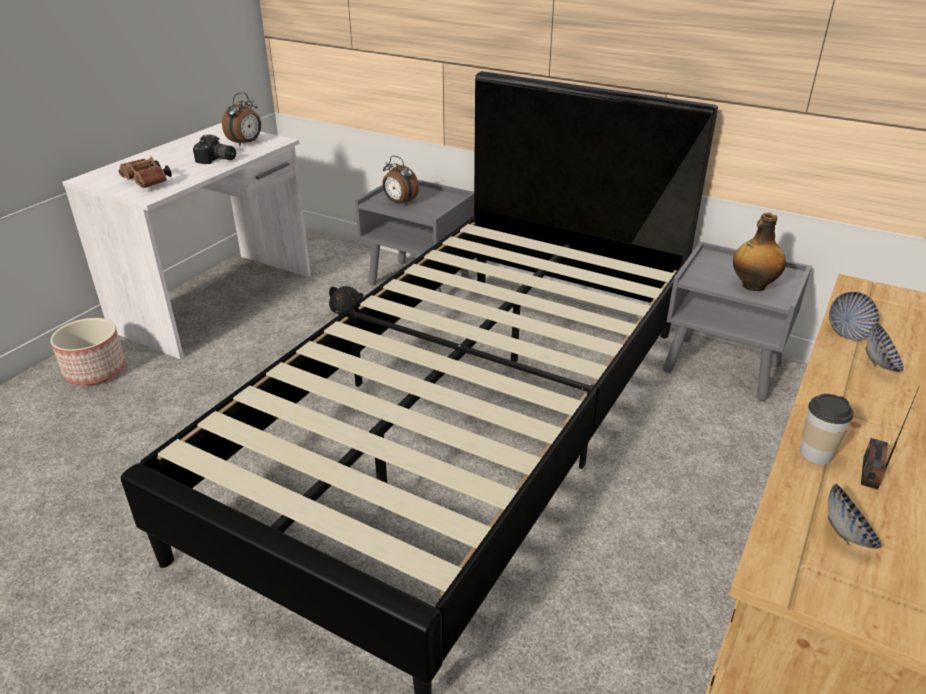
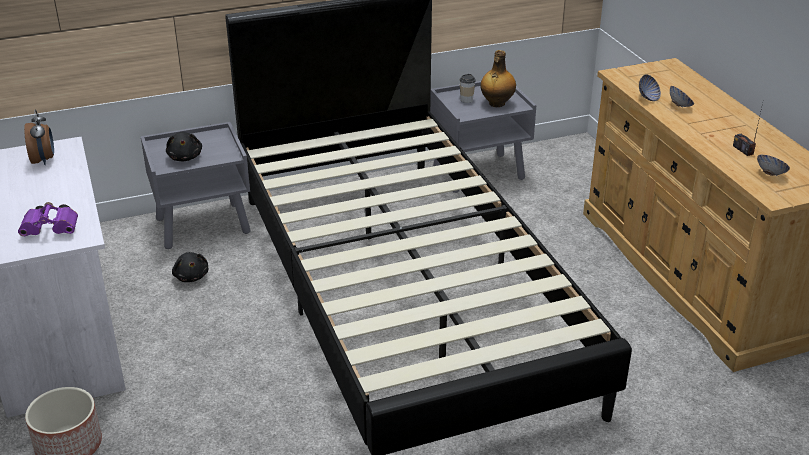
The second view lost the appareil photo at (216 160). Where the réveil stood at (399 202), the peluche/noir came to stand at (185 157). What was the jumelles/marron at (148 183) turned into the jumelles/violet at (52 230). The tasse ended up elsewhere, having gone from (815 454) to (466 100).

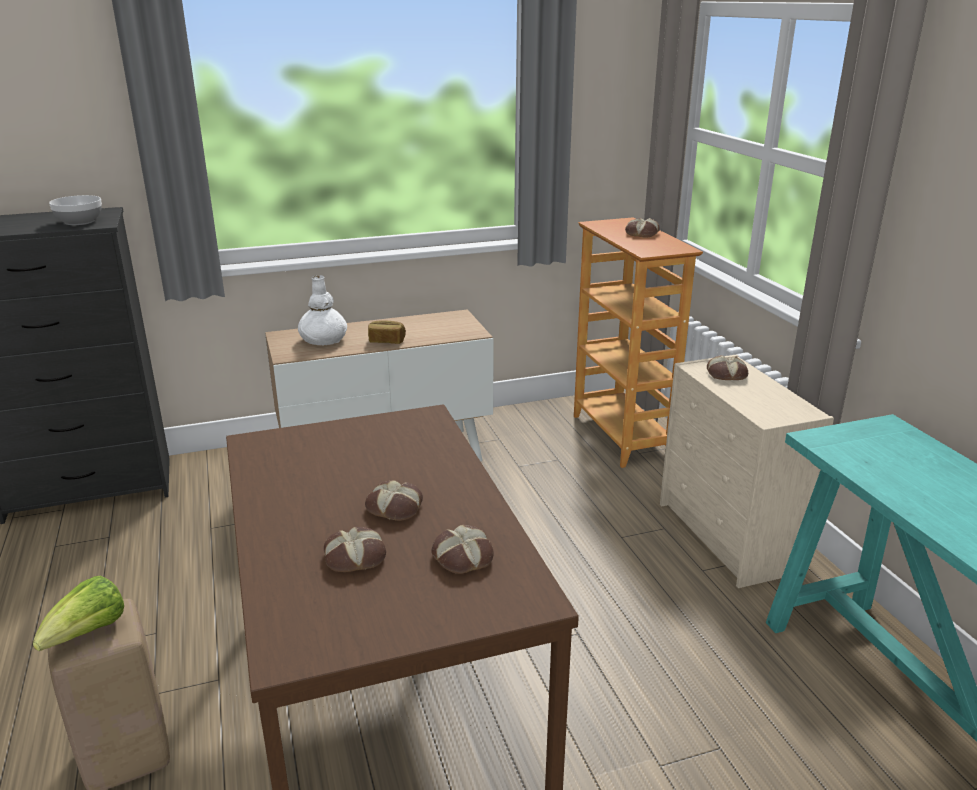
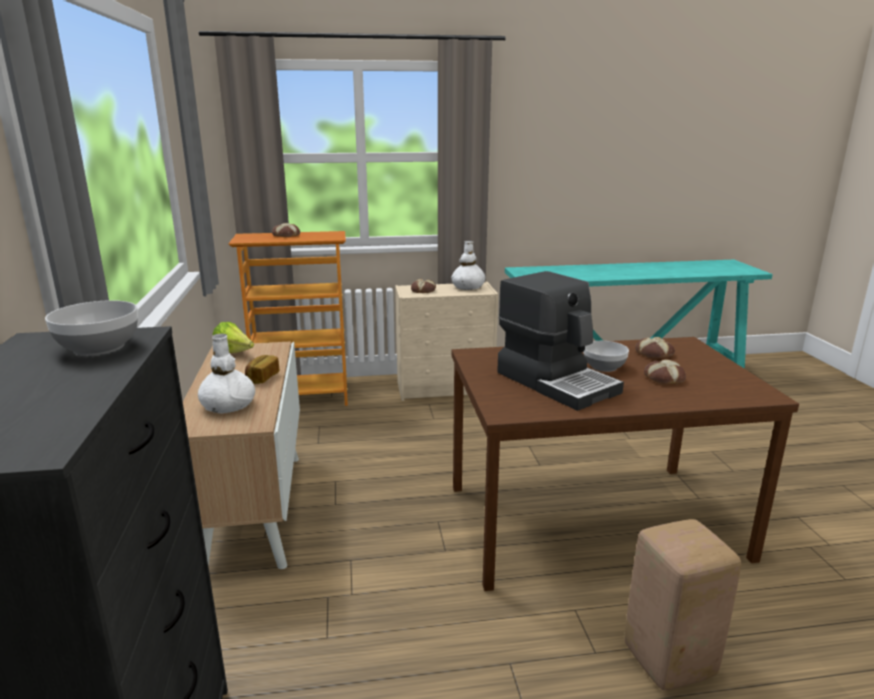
Where the pain stood at (395 507), the bol came to stand at (603 367). The laitue ended up elsewhere, having gone from (87 634) to (234 353). The second view gained the vase/blanc at (468 287). The second view gained the machine à café at (557 382).

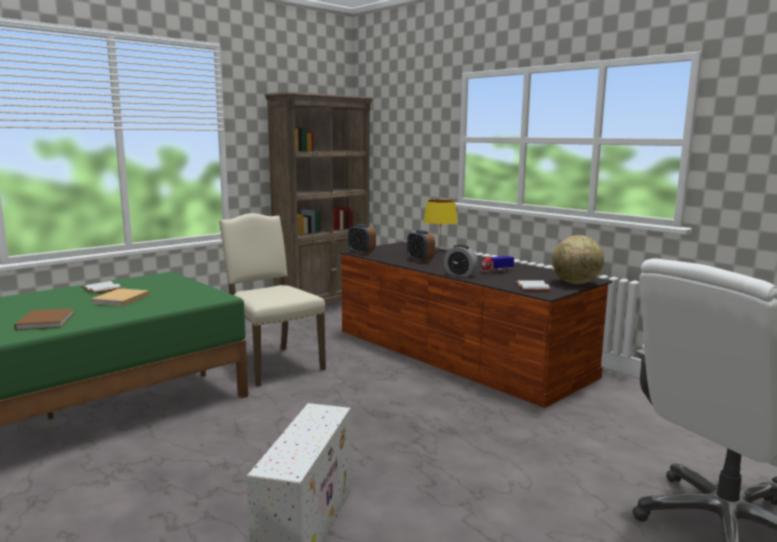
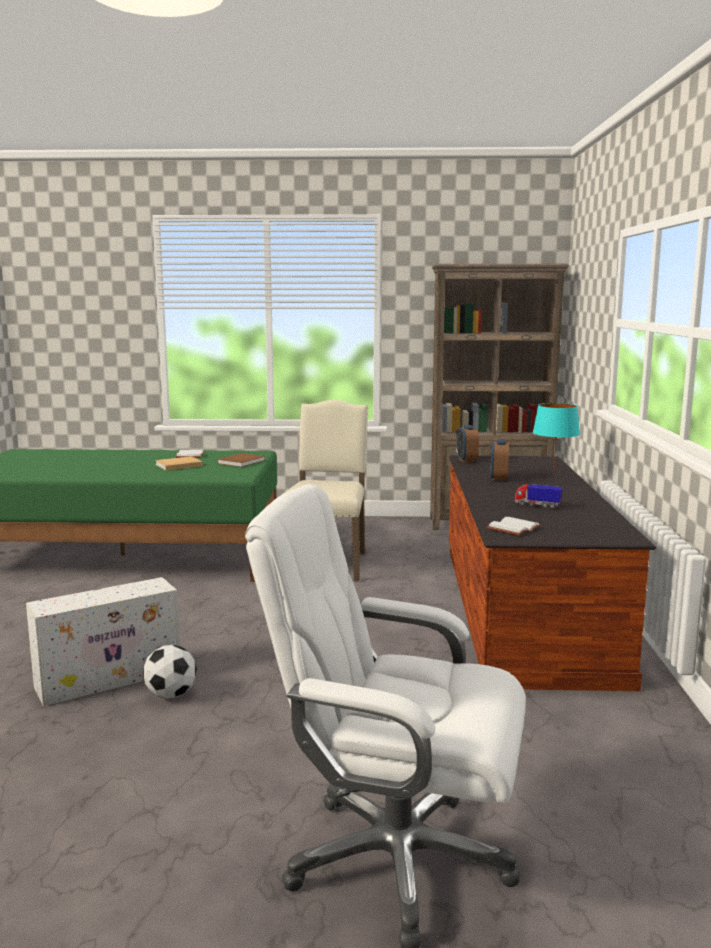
What was the lampe de table/jaune at (439 252) turned into the lampe de table/turquoise at (554 474). The second view lost the globe at (576 283). The second view lost the réveil at (460 274). The livre/marron ended up elsewhere, having gone from (46 321) to (242 461). The second view gained the ballon de foot at (171 695).

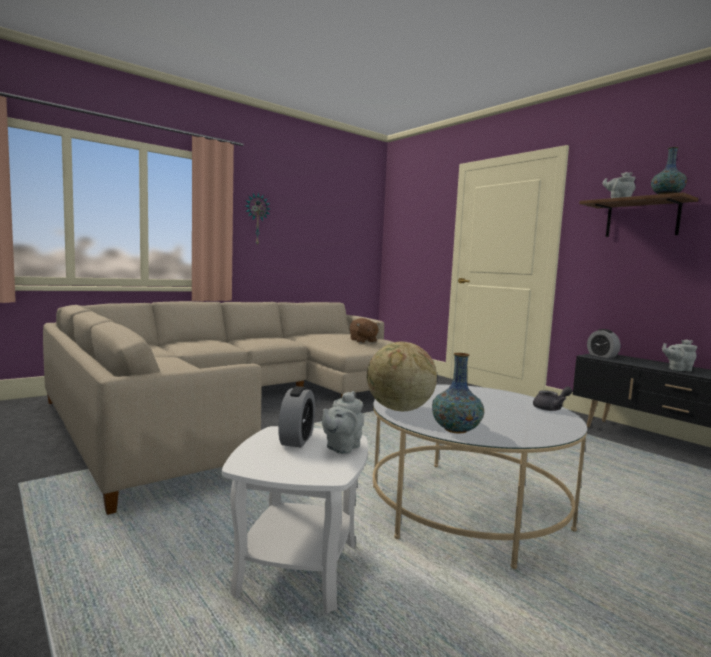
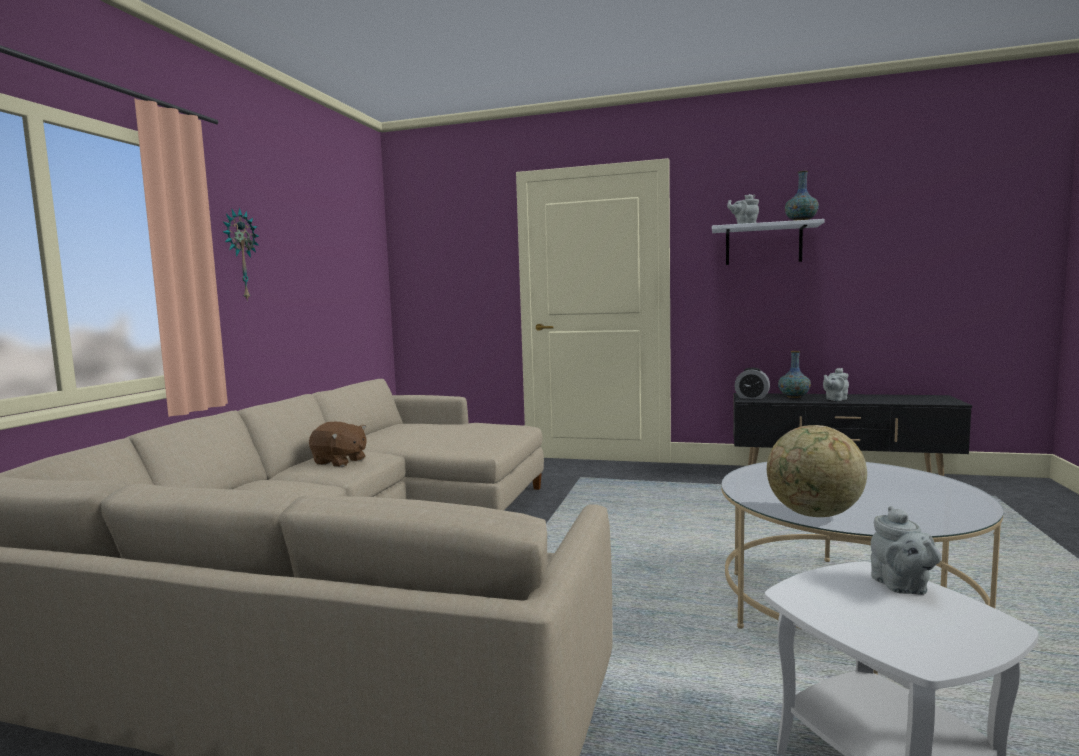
What was the étagère/marron at (642 219) turned into the étagère/blanc at (763 245). The peluche/marron ended up elsewhere, having gone from (363 341) to (339 462). The vase ended up elsewhere, having gone from (456 430) to (793 396). The second view lost the réveil at (297 440). The second view lost the théière/gris at (551 408).

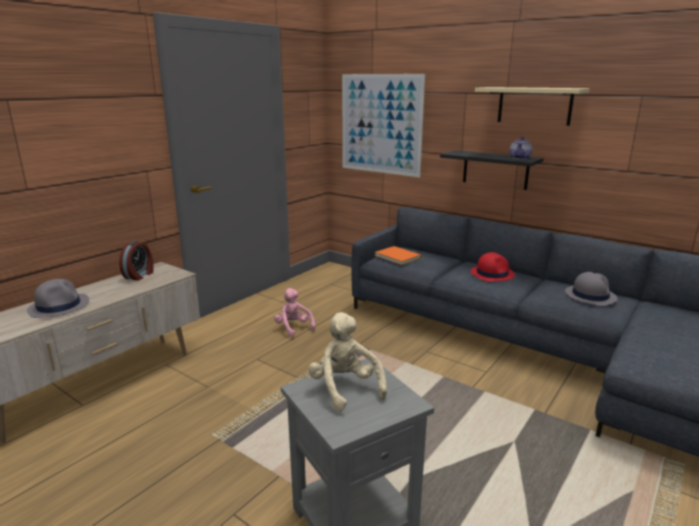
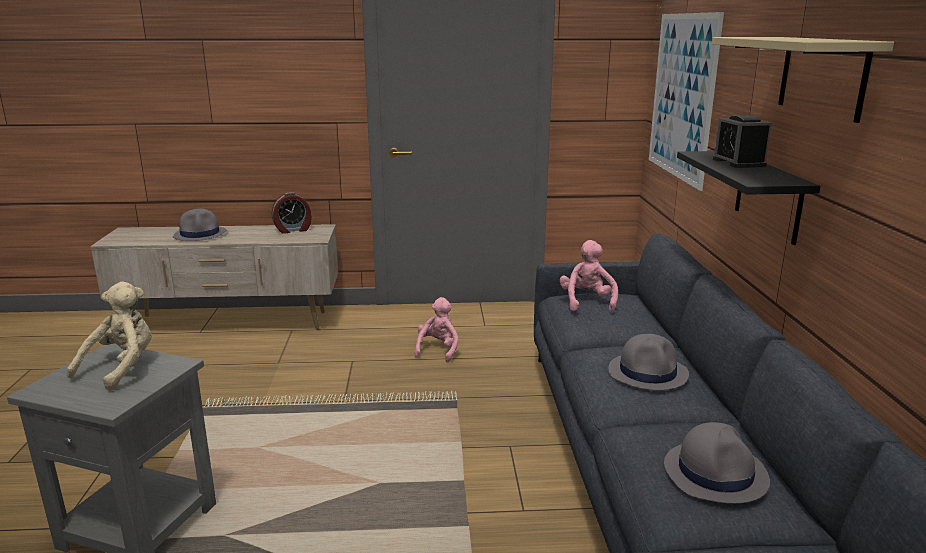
The second view lost the théière at (520 158). Where the livre/orange stood at (397 256), the peluche/rose came to stand at (587 302). What was the chapeau/rouge at (492 274) turned into the chapeau/gris at (648 372). The second view gained the réveil at (738 162).

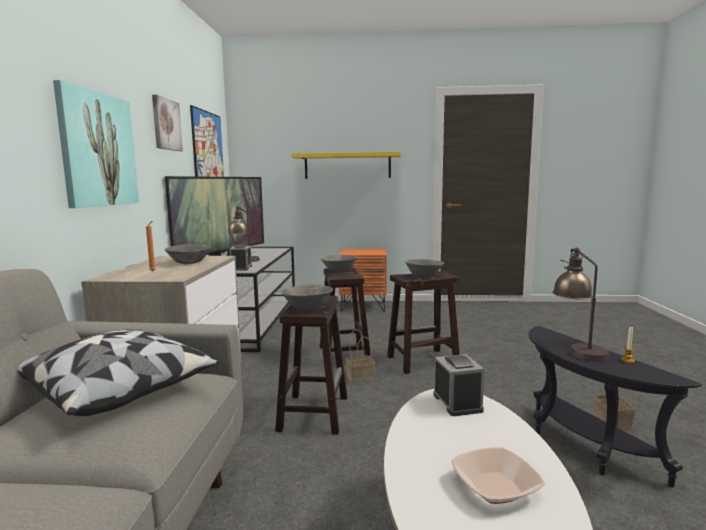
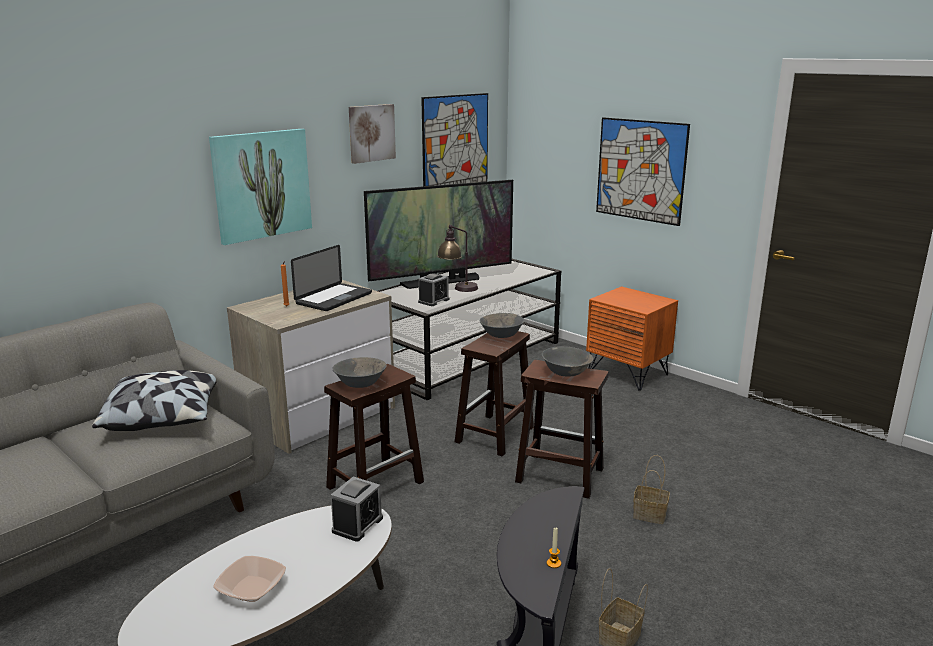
Where the étagère/jaune hung at (347 166), the tableau came to hang at (640 170). Where the bol/gris stood at (188 262), the ordinateur portable came to stand at (334 298). The second view lost the lampe de table at (577 349). The panier ended up elsewhere, having gone from (361 377) to (651 514).

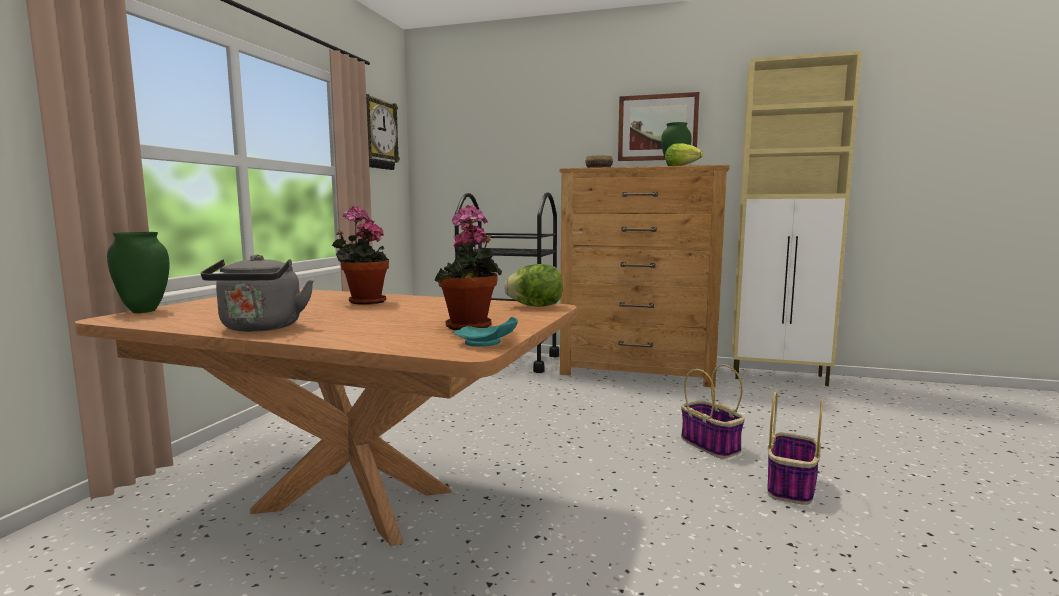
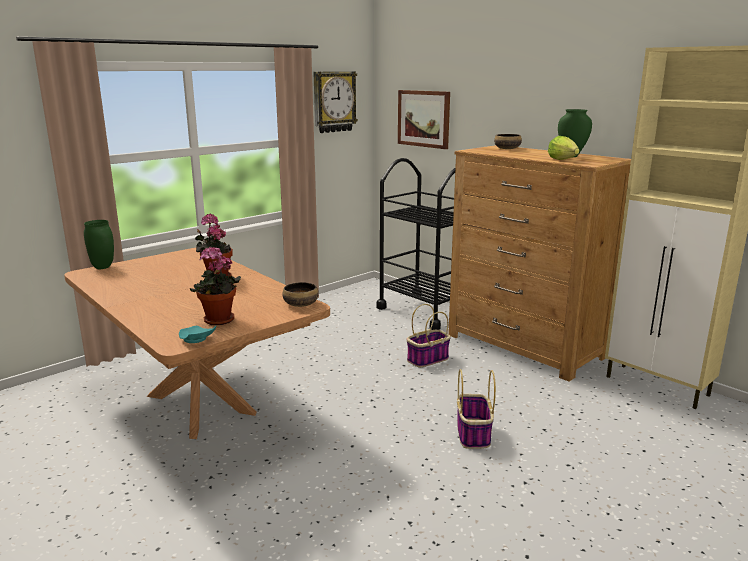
The tableau ended up elsewhere, having gone from (657 127) to (424 118). The second view lost the bouilloire/gris at (260 328). Where the laitue stood at (535 306), the bol came to stand at (301 304). The panier ended up elsewhere, having gone from (791 487) to (427 359).

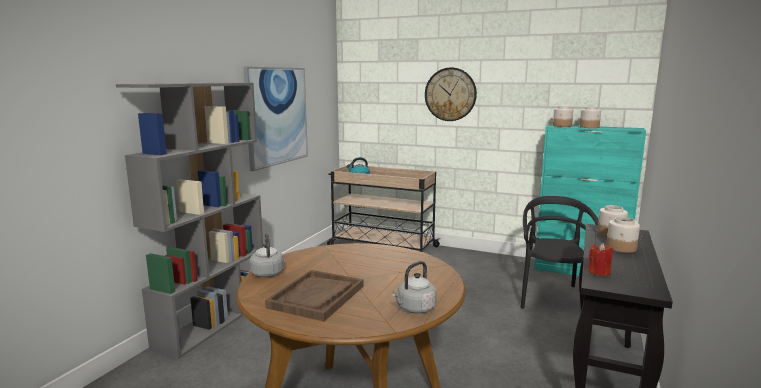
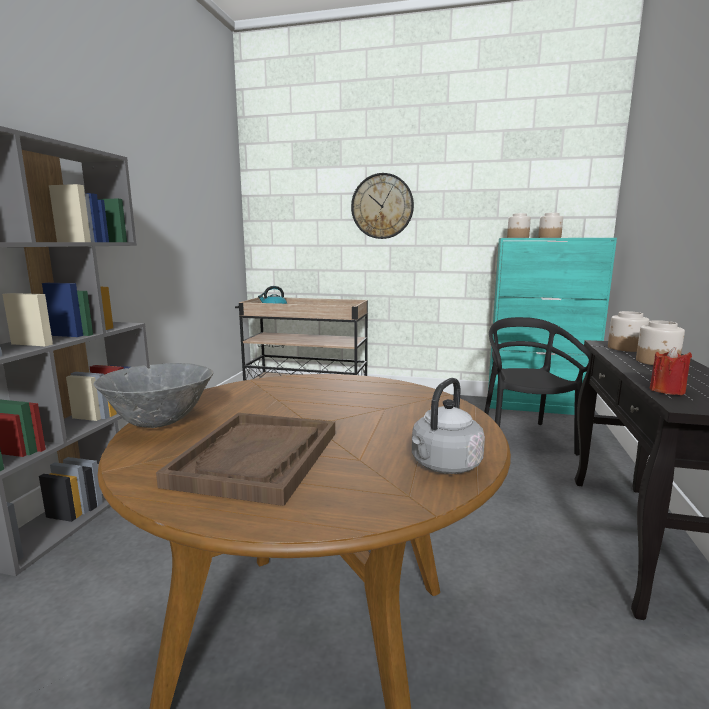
The second view lost the tableau at (277 116). Where the bouilloire/gris stood at (267 273), the bol/gris came to stand at (159 424).

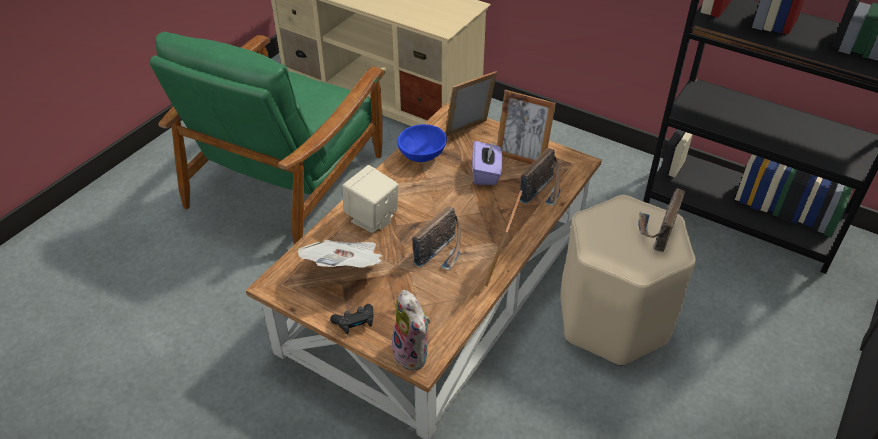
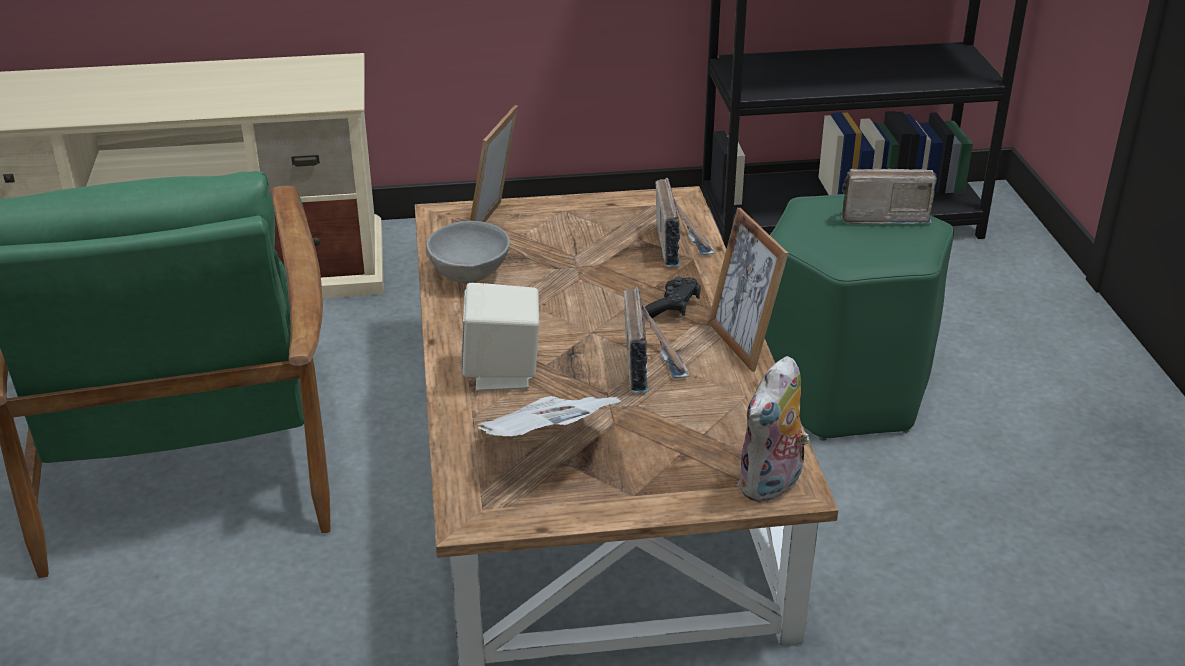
The second view lost the cadre photo at (522 156). What was the bol/bleu at (422 156) turned into the bol/gris at (471 275). The second view lost the boîte à mouchoirs/violet at (486 173). The radio at (656 232) ended up facing another way, 105 degrees clockwise from before. What was the tabouret/beige at (613 320) turned into the tabouret/vert at (842 391). The peluche at (413 354) ended up facing another way, 105 degrees clockwise from before. The manette/noir ended up elsewhere, having gone from (355 323) to (673 308).

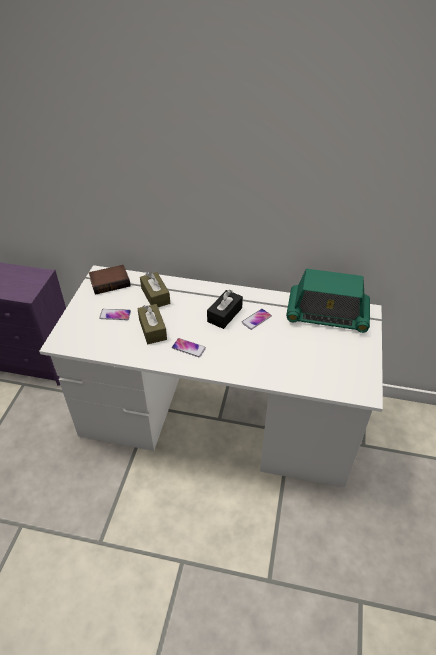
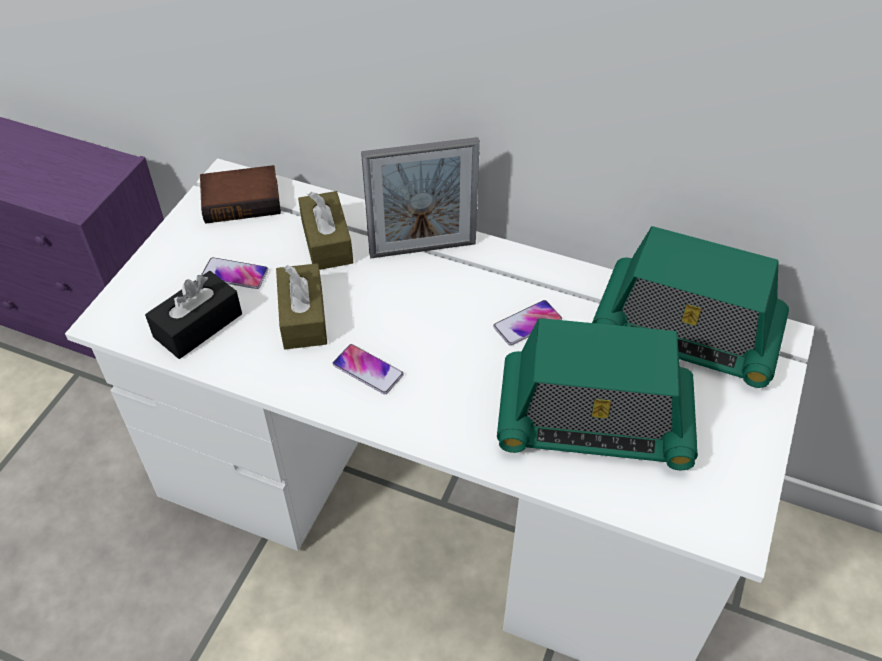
The boîte à mouchoirs/noir ended up elsewhere, having gone from (224 314) to (198 325). The second view gained the cadre photo at (422 249). The second view gained the radio at (594 421).

